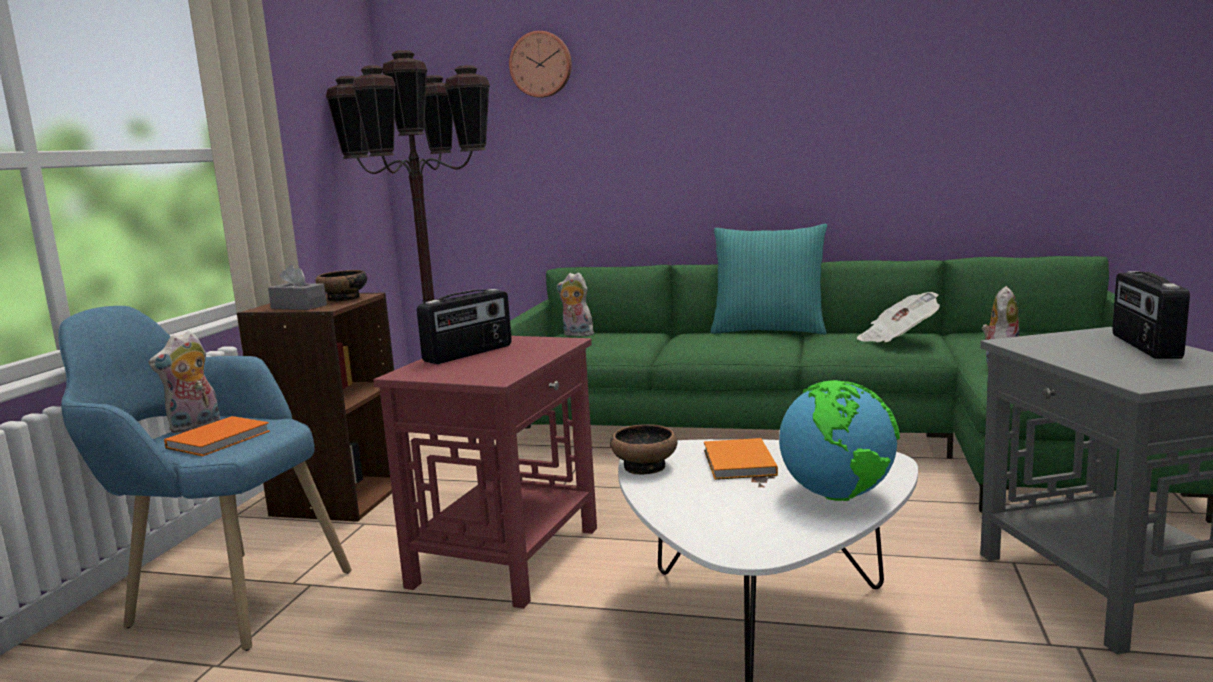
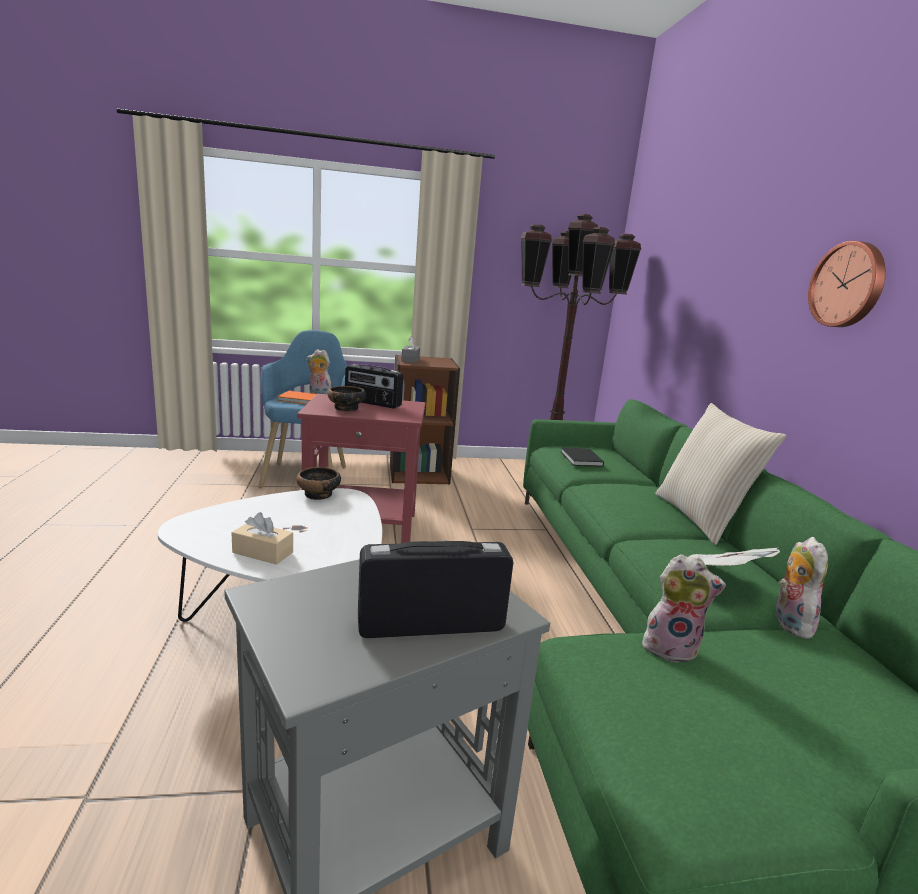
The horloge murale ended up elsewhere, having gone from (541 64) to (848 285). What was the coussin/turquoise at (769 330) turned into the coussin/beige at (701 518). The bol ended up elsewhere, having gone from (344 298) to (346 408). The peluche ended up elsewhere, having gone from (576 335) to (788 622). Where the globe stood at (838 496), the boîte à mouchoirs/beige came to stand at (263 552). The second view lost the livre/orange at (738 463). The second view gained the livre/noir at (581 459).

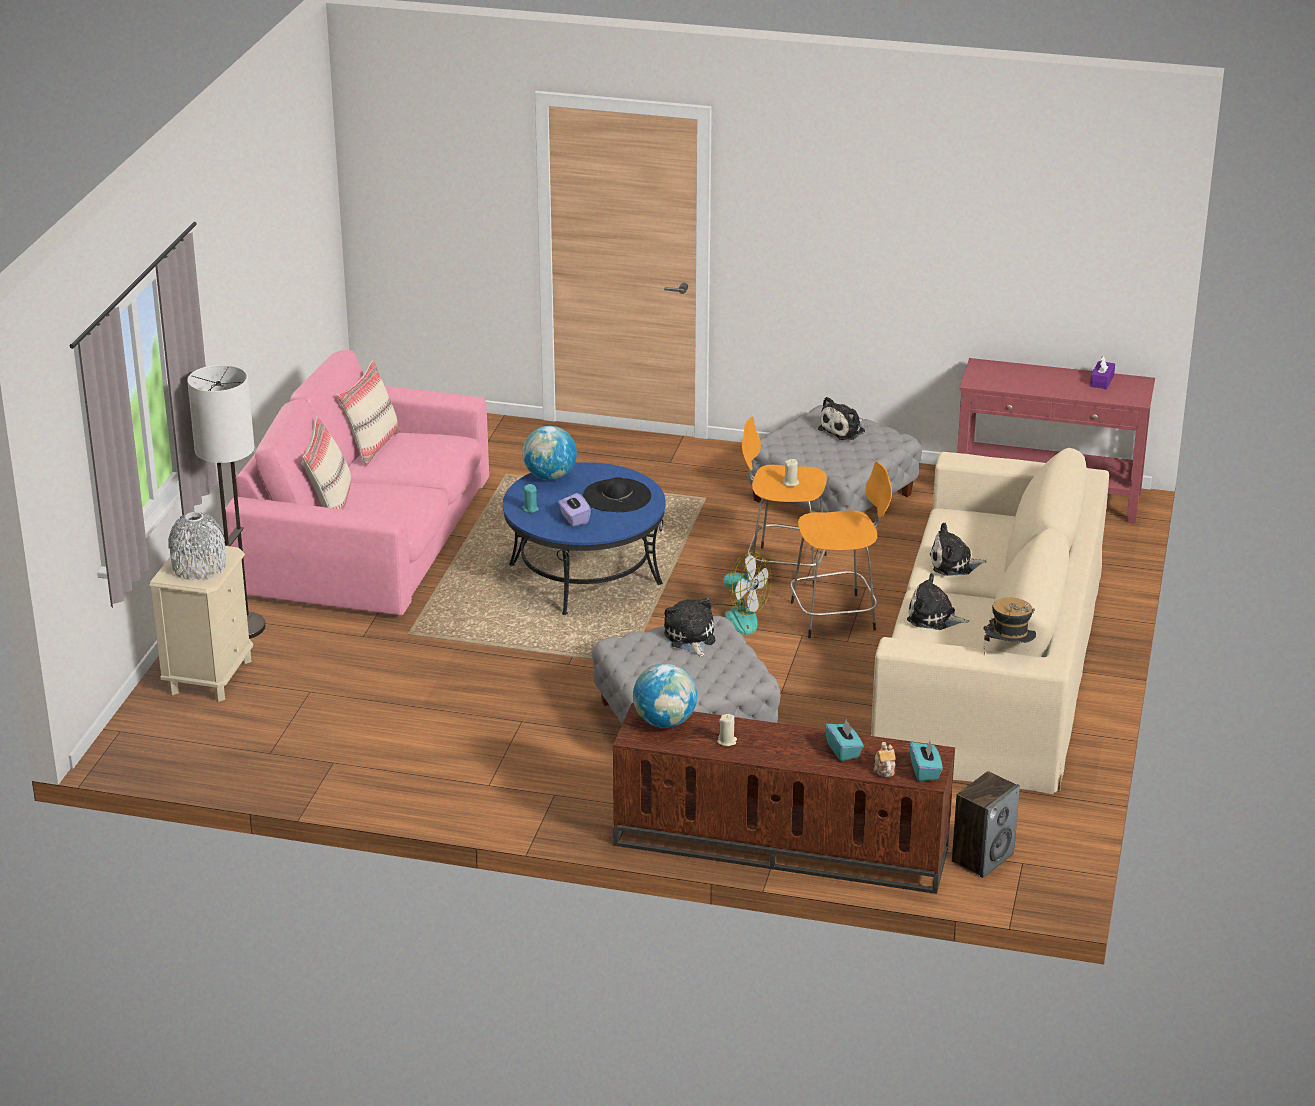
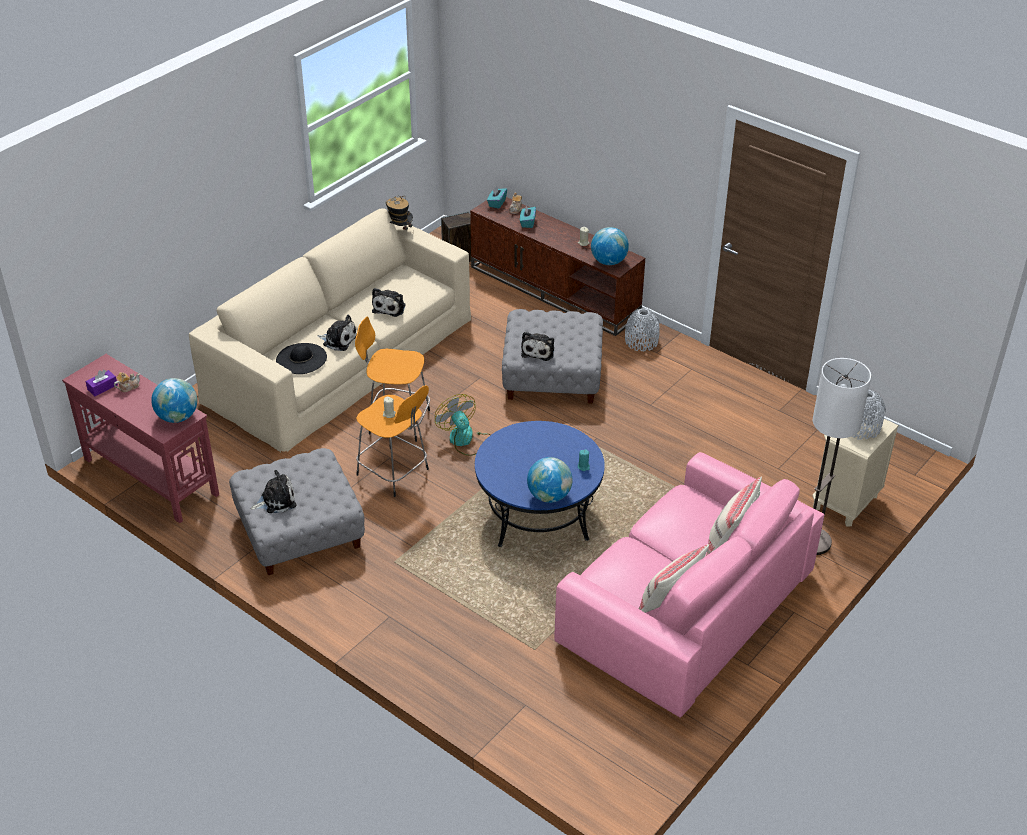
The chapeau/noir ended up elsewhere, having gone from (617 496) to (301 358). The second view lost the boîte à mouchoirs/violet at (574 519). The peluche at (934 618) ended up facing another way, 60 degrees clockwise from before. The second view gained the vase/gris at (641 341). The second view gained the théière at (128 387). The second view gained the globe at (177 417).

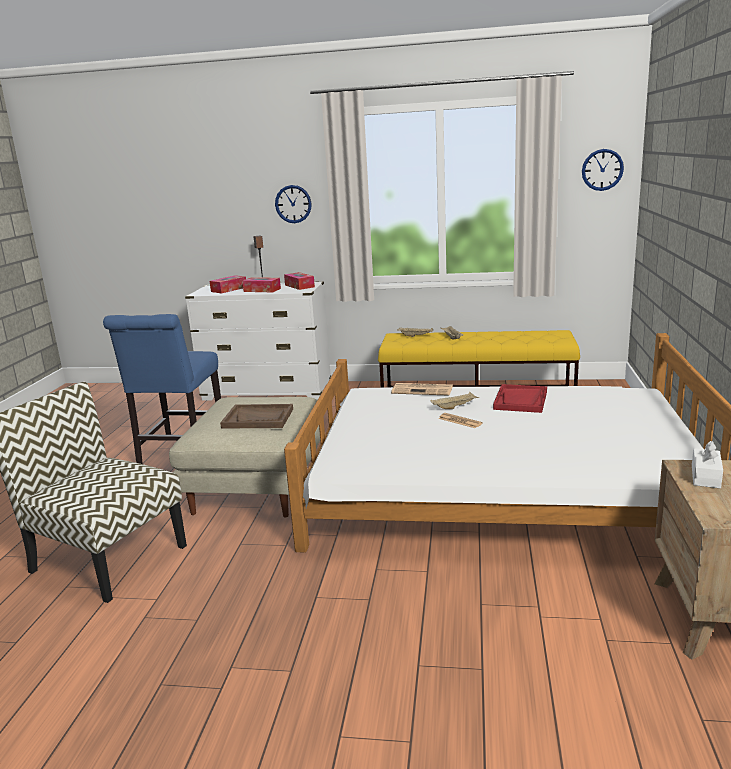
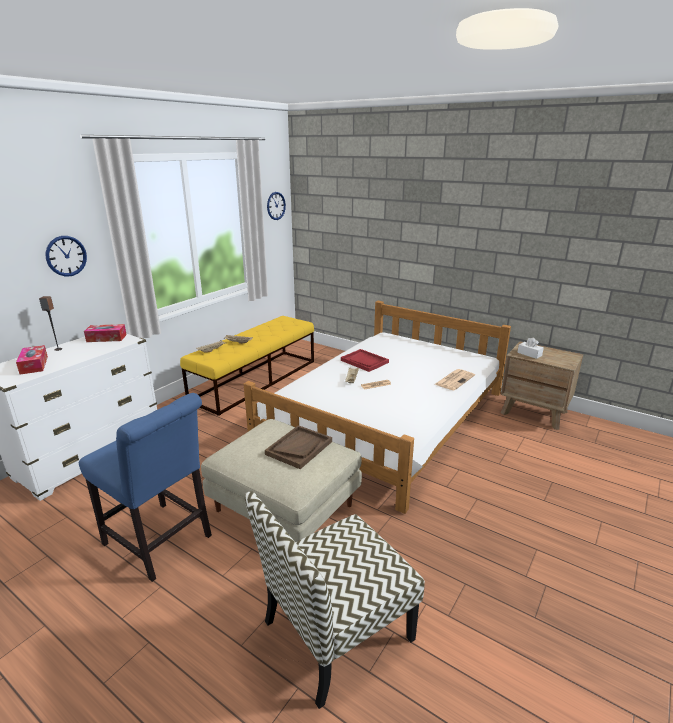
The second view lost the boîte à mouchoirs at (262 290). The journal ended up elsewhere, having gone from (423 390) to (454 380).

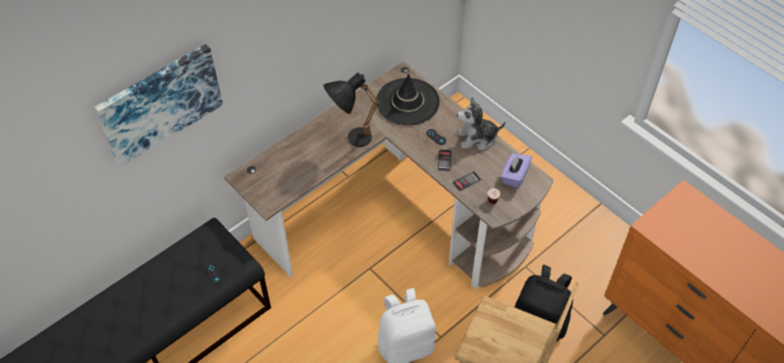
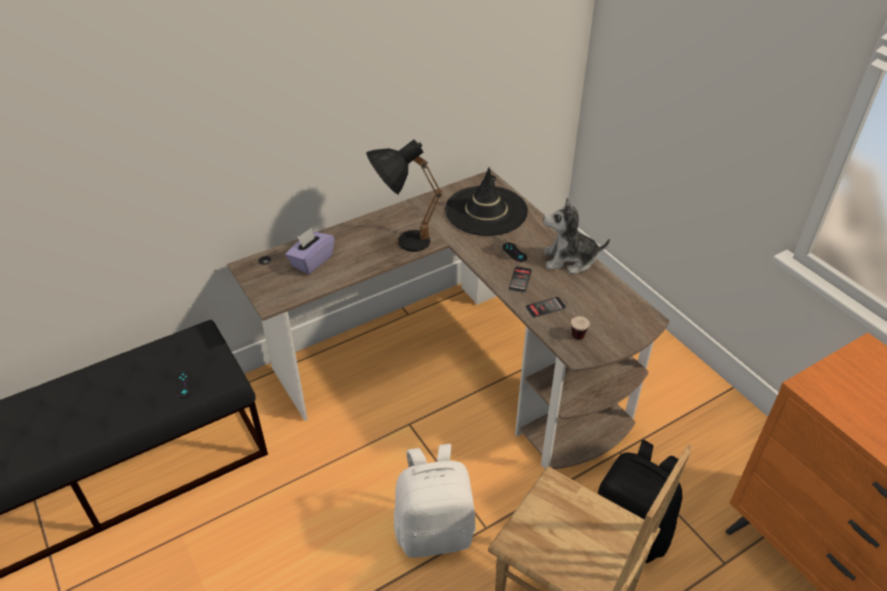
The second view lost the tableau at (160 103). The boîte à mouchoirs/violet ended up elsewhere, having gone from (514 176) to (311 261).

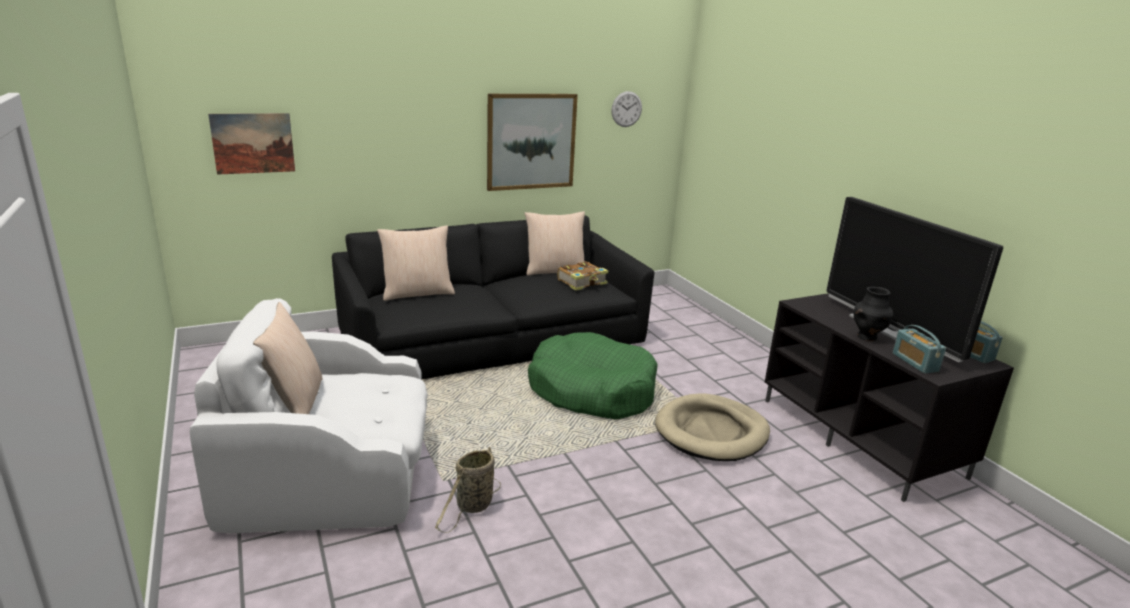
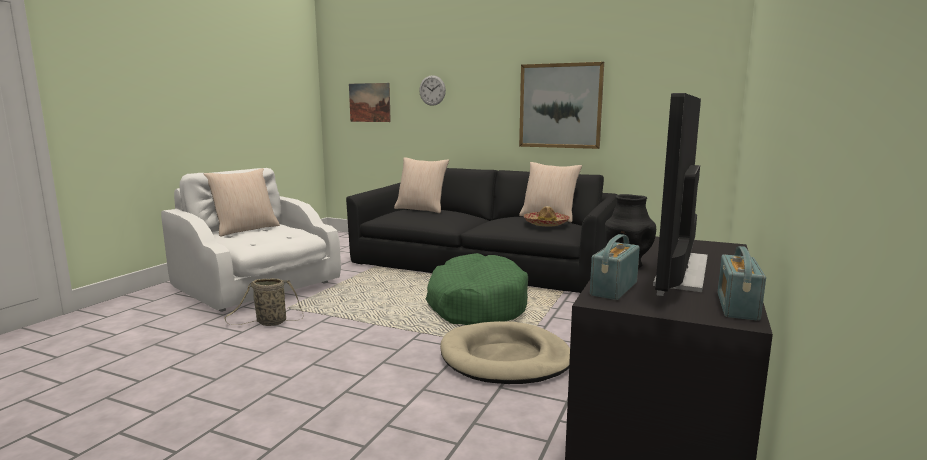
The horloge murale ended up elsewhere, having gone from (626 109) to (432 90). Where the livre stood at (582 282), the chapeau came to stand at (546 224).

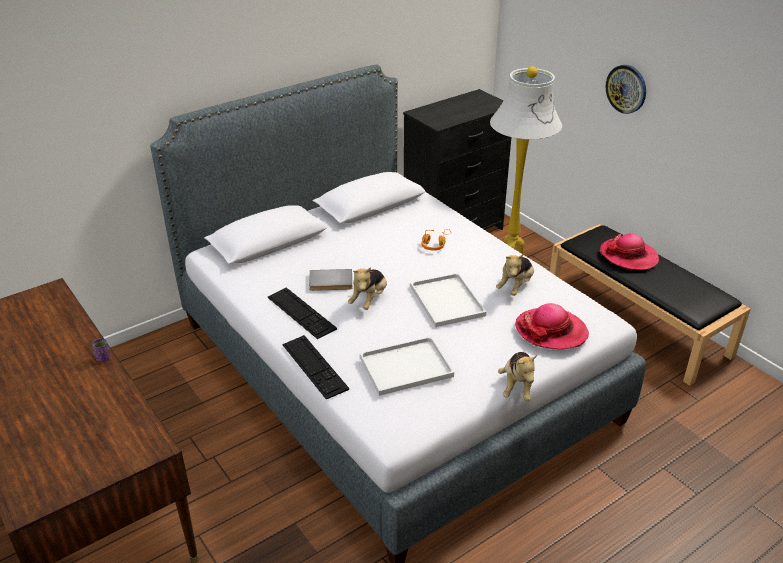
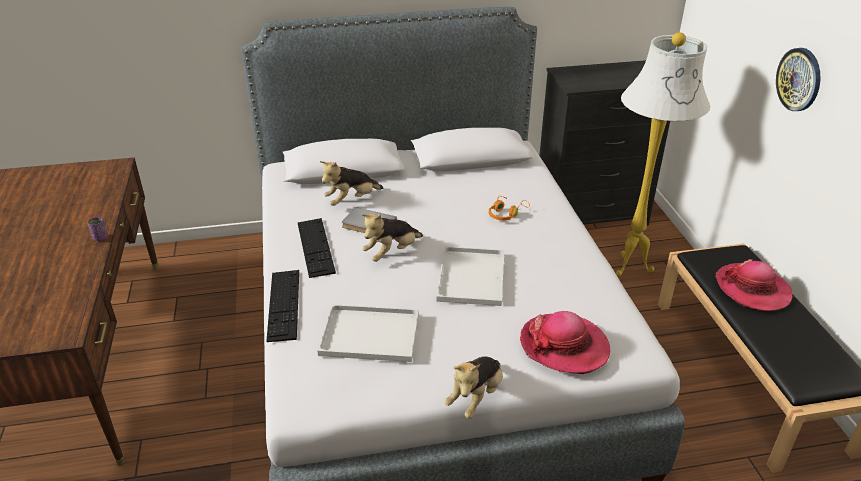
The peluche ended up elsewhere, having gone from (515 286) to (351 200).

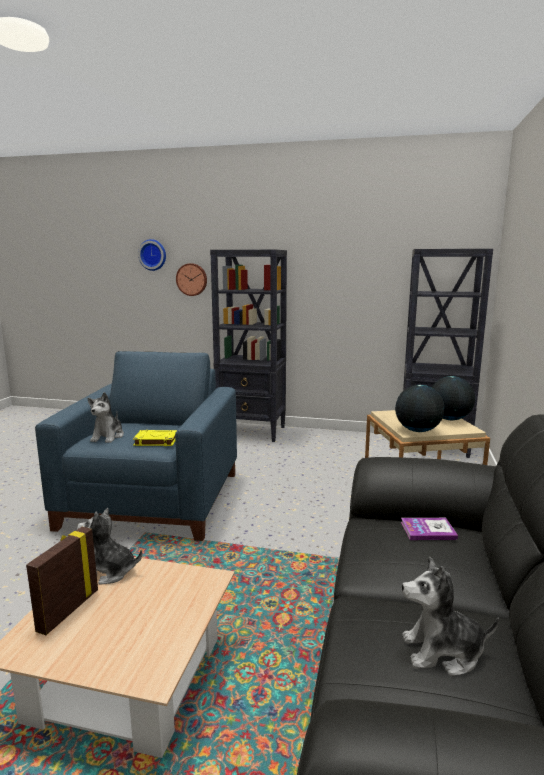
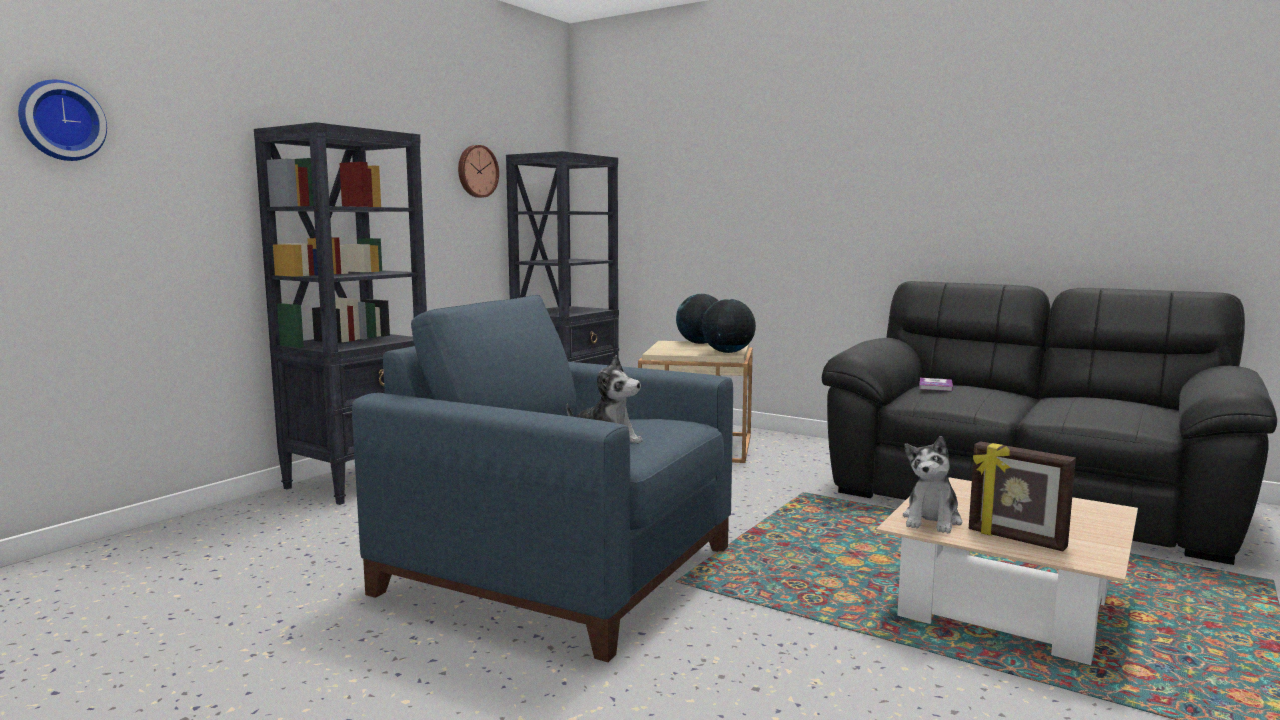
The horloge murale ended up elsewhere, having gone from (192 279) to (476 171). The second view lost the livre/jaune at (155 441). The second view lost the peluche at (442 652).

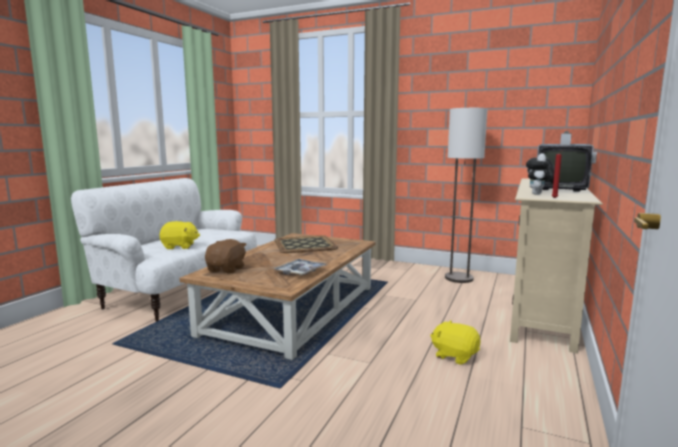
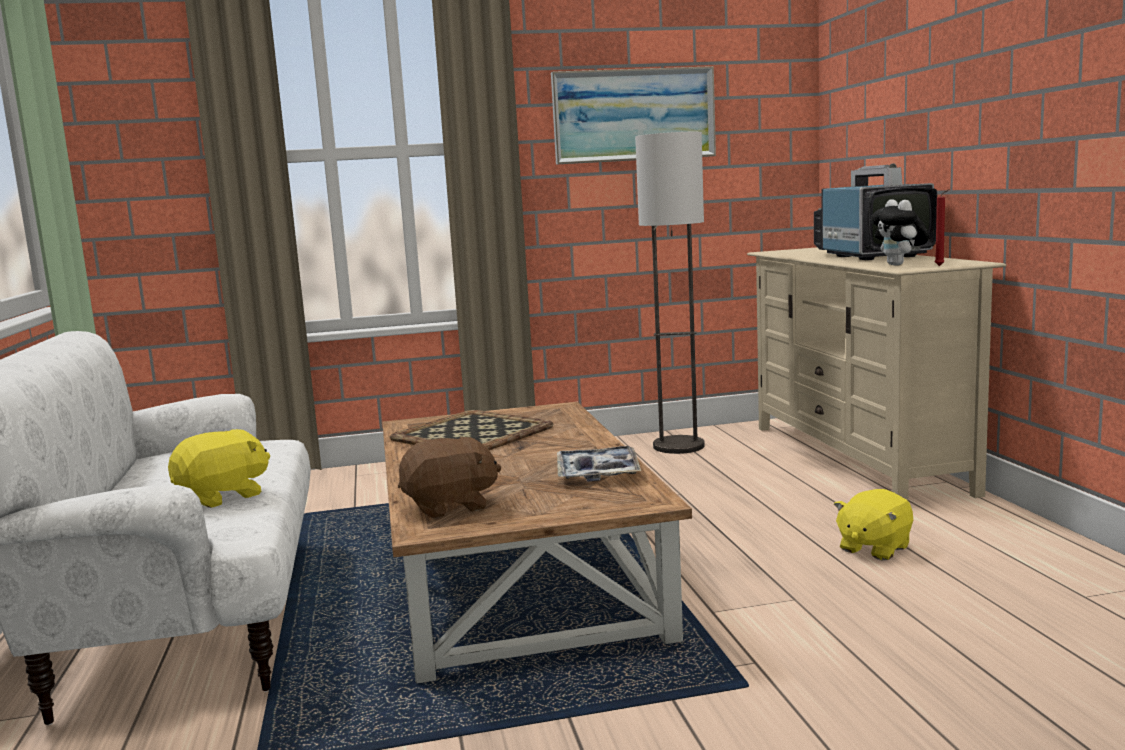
The peluche/marron at (227 269) ended up facing another way, 90 degrees clockwise from before. The peluche/jaune at (454 355) ended up facing another way, 45 degrees counterclockwise from before. The second view gained the tableau at (634 115).

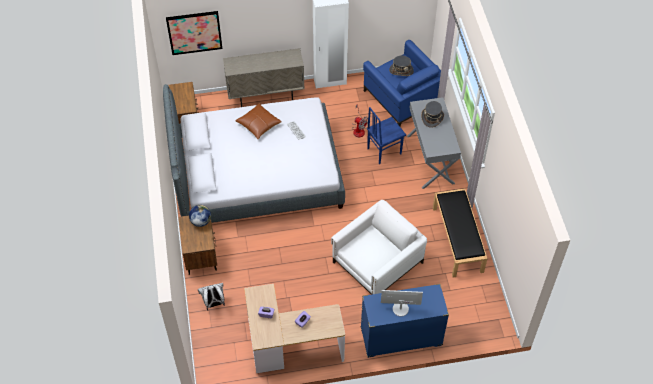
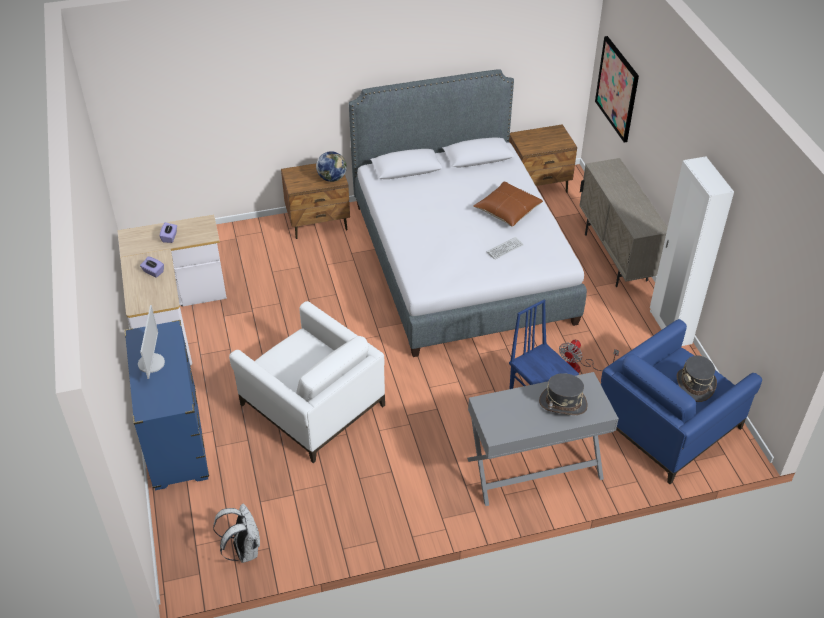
The second view lost the banc/noir at (458 240). The sac à dos/blanc ended up elsewhere, having gone from (214 304) to (243 550).

